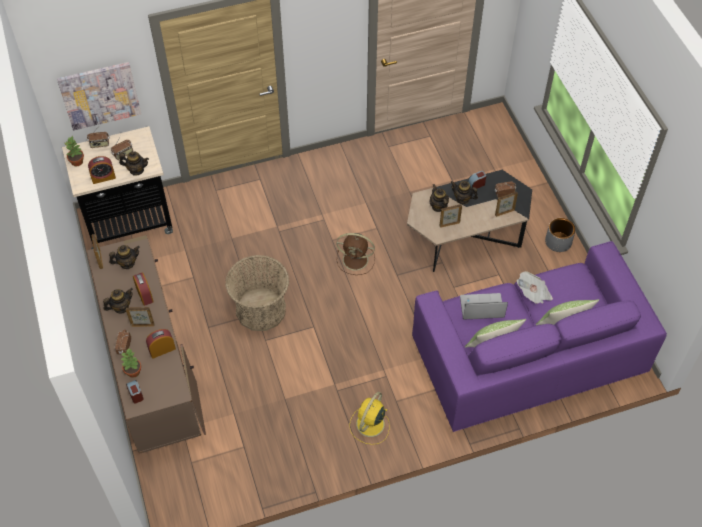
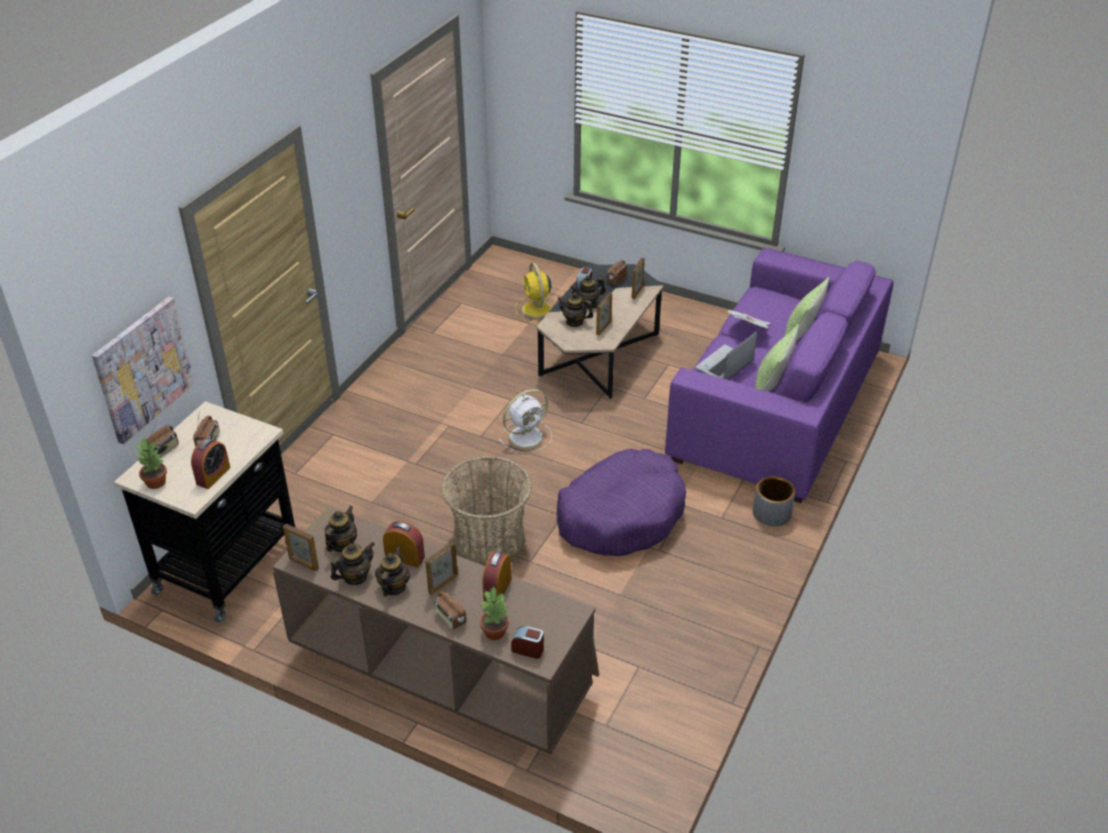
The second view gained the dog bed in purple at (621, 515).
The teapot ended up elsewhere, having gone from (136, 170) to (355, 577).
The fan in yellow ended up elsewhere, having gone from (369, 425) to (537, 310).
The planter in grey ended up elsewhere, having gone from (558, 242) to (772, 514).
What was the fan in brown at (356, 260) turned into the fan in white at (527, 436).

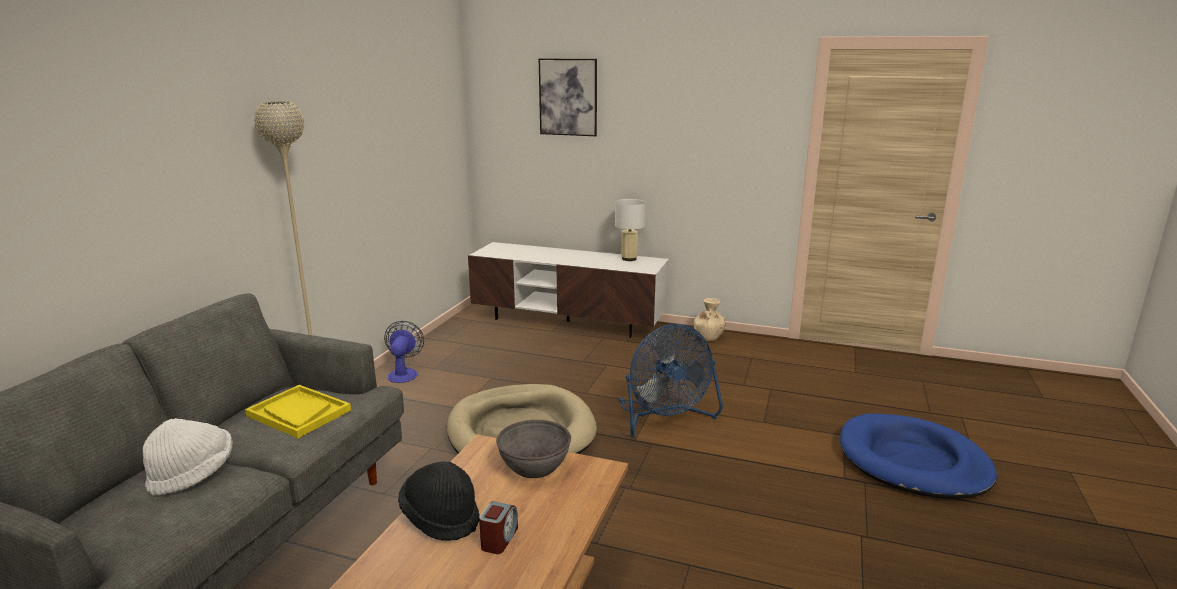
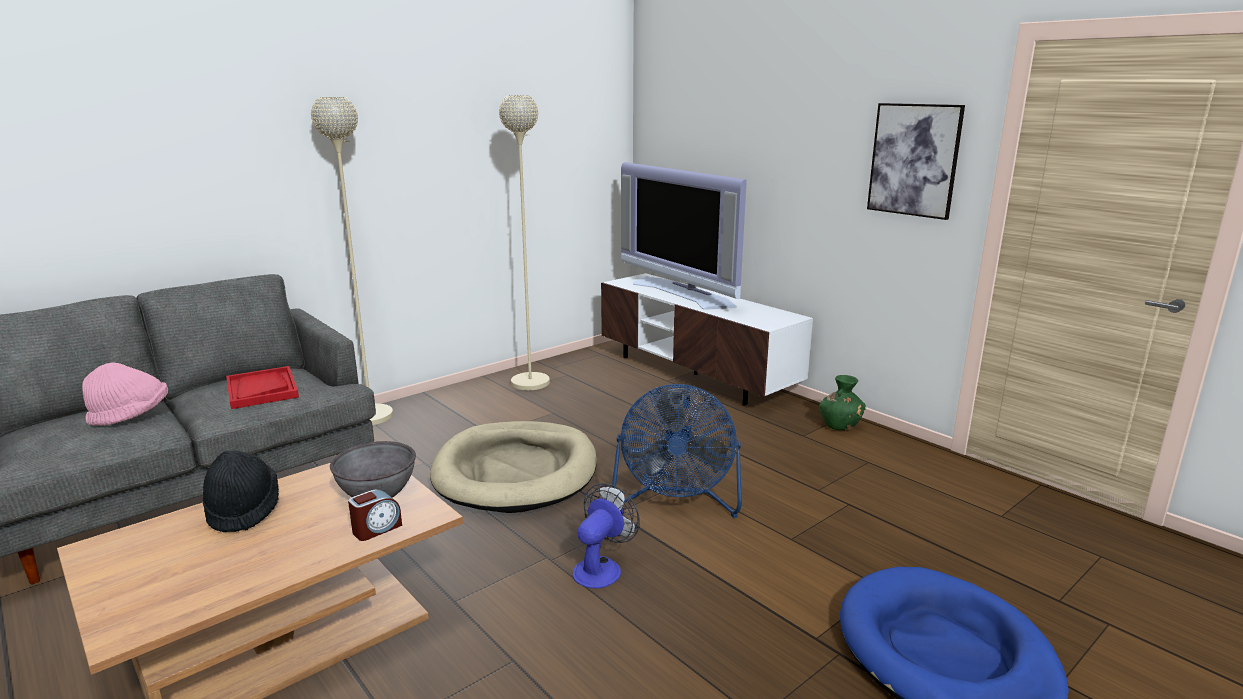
The second view lost the table lamp in white at (629, 259).
The second view gained the floor lamp in beige at (530, 383).
The second view gained the television at (683, 293).
The fan ended up elsewhere, having gone from (404, 373) to (601, 567).
The alarm clock ended up elsewhere, having gone from (499, 539) to (376, 529).
The picture ended up elsewhere, having gone from (568, 97) to (914, 160).
What was the hat in white at (193, 474) turned into the hat in pink at (131, 416).
What was the tray in yellow at (298, 413) turned into the tray in red at (262, 389).
What was the vase in beige at (708, 337) turned into the vase in green at (840, 425).

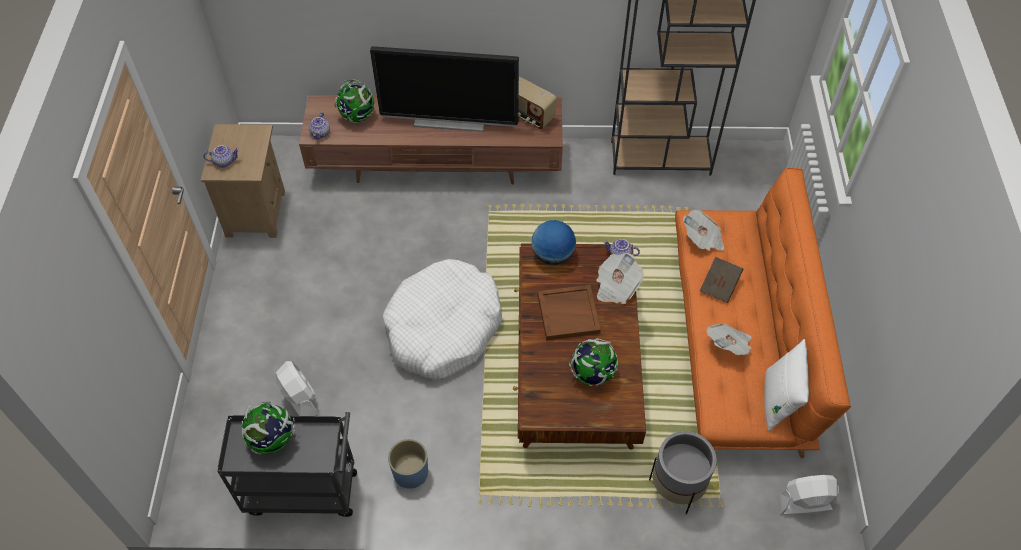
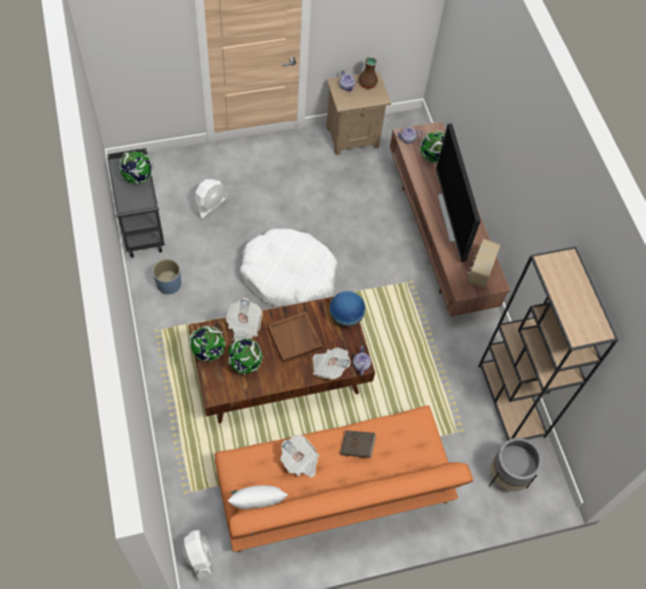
The second view gained the globe at (208, 352).
The second view gained the vase in brown at (367, 84).
The planter in grey ended up elsewhere, having gone from (676, 487) to (507, 476).
The newspaper ended up elsewhere, having gone from (702, 239) to (243, 325).

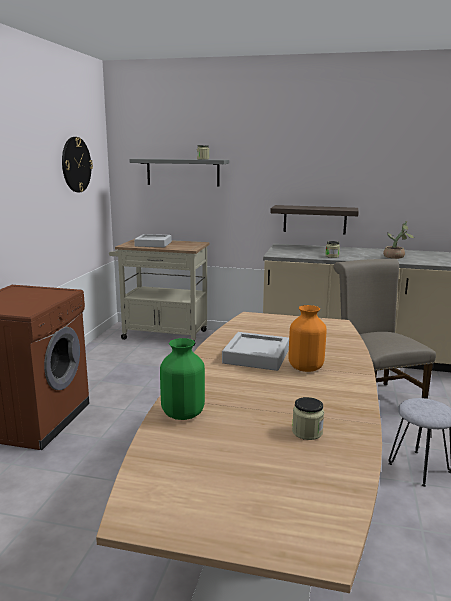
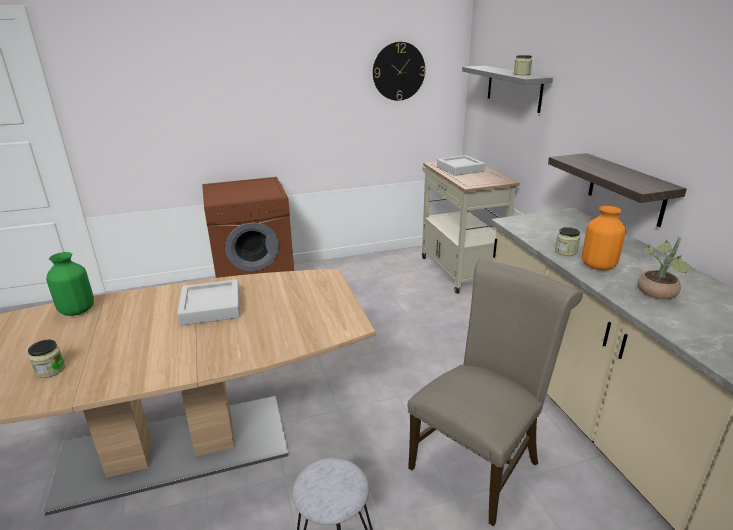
The vase in orange ended up elsewhere, having gone from (306, 368) to (598, 266).

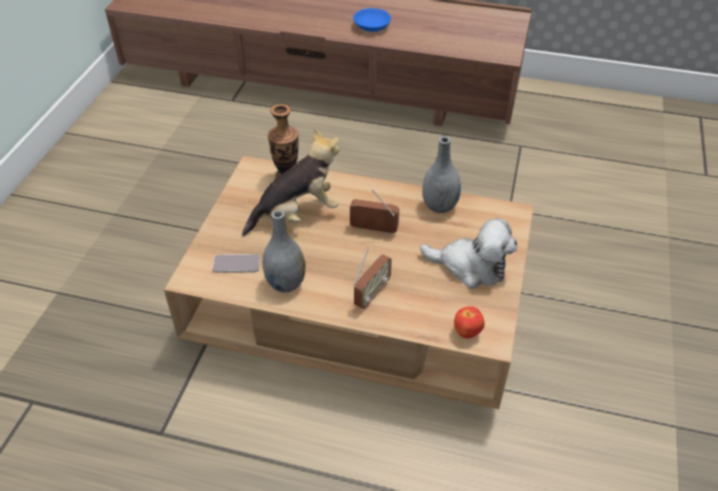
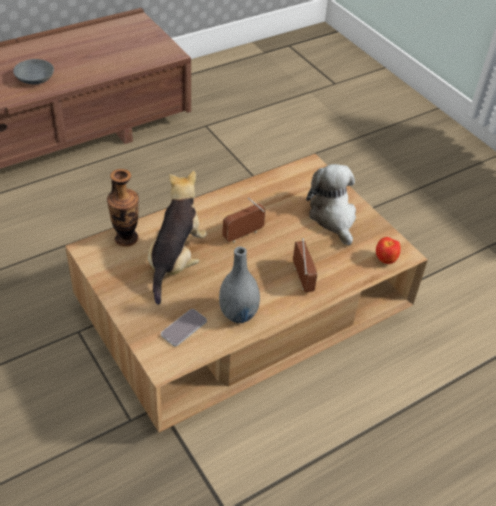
The second view lost the vase in grey at (439, 206).
What was the bowl in blue at (371, 27) turned into the bowl in grey at (34, 79).
The plush toy at (471, 266) ended up facing another way, 75 degrees counterclockwise from before.

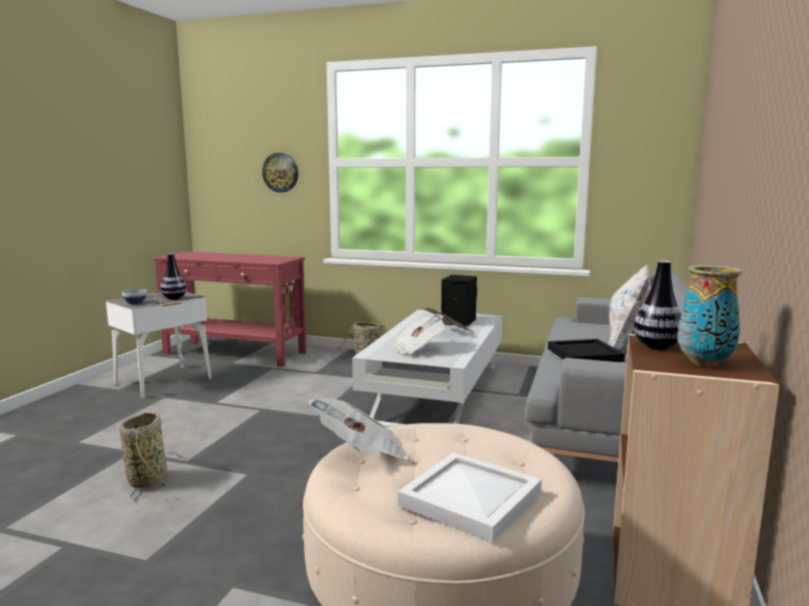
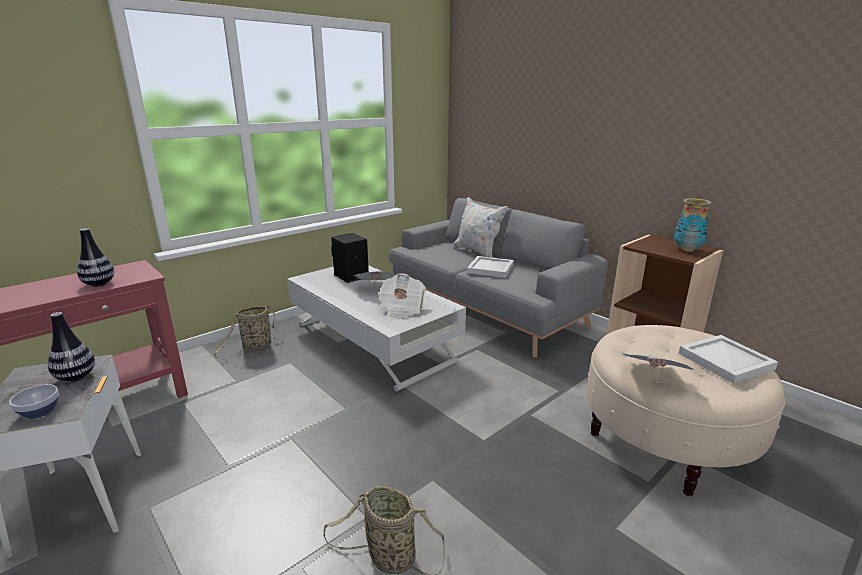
The second view lost the wall clock at (280, 172).
The vase ended up elsewhere, having gone from (656, 346) to (99, 284).
What was the tray in black at (585, 354) turned into the tray in white at (490, 268).

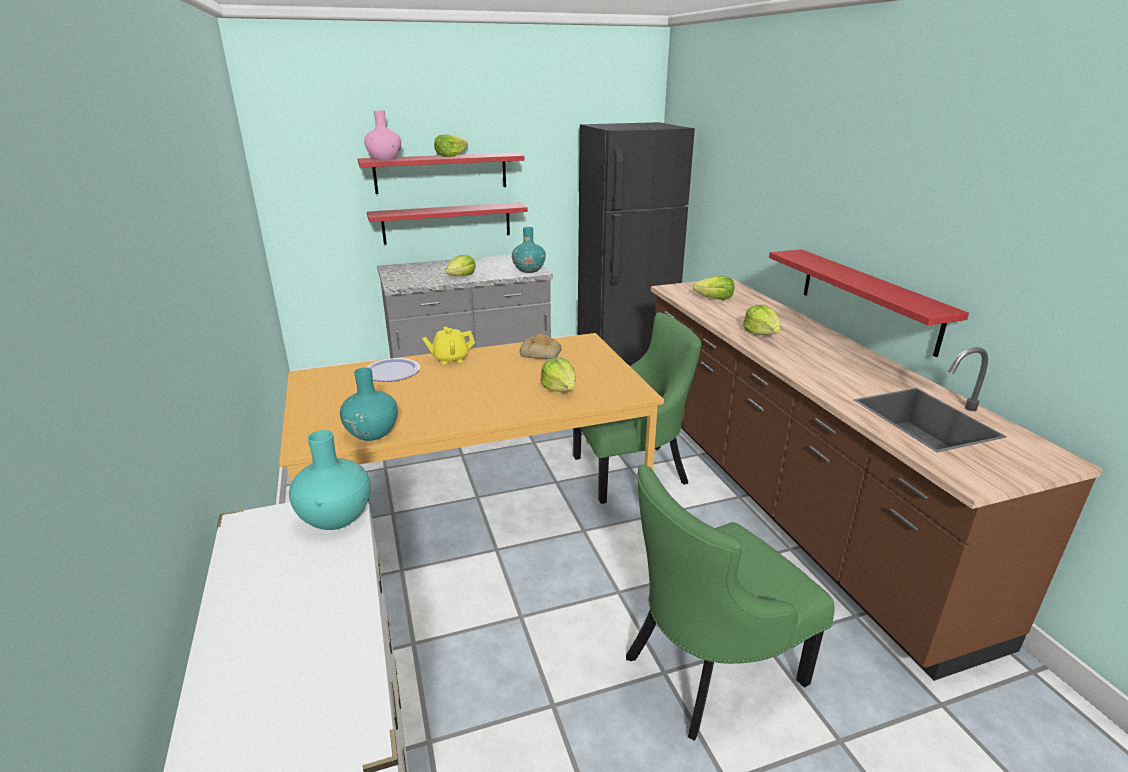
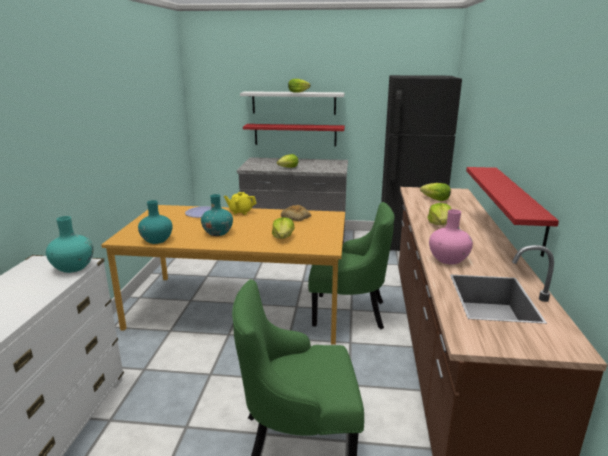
The vase in pink ended up elsewhere, having gone from (384, 159) to (448, 259).
The vase in turquoise ended up elsewhere, having gone from (529, 270) to (218, 233).
What was the shelf in red at (441, 173) turned into the shelf in white at (293, 103).

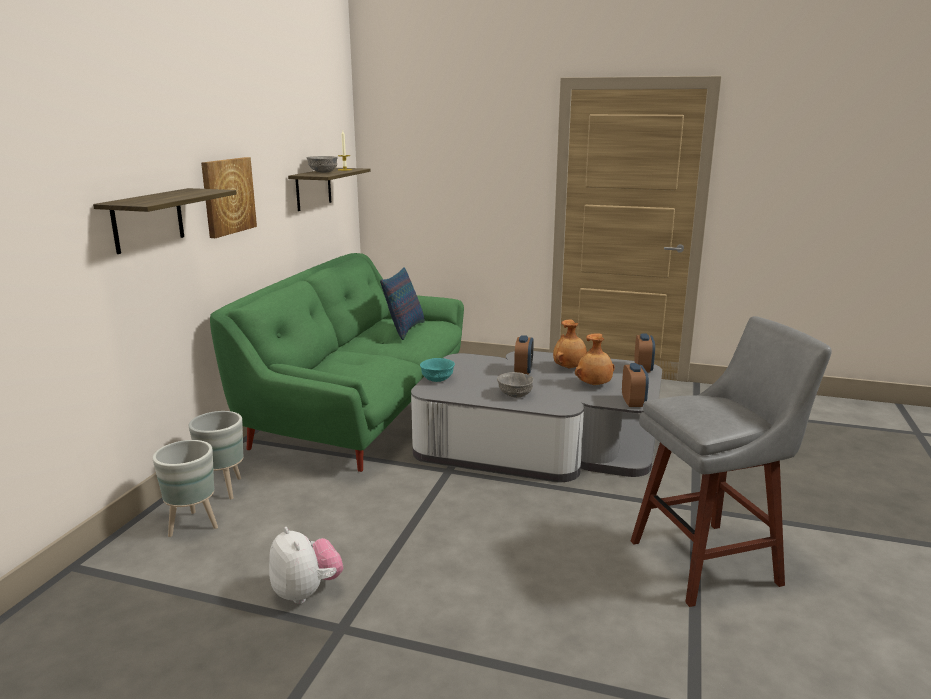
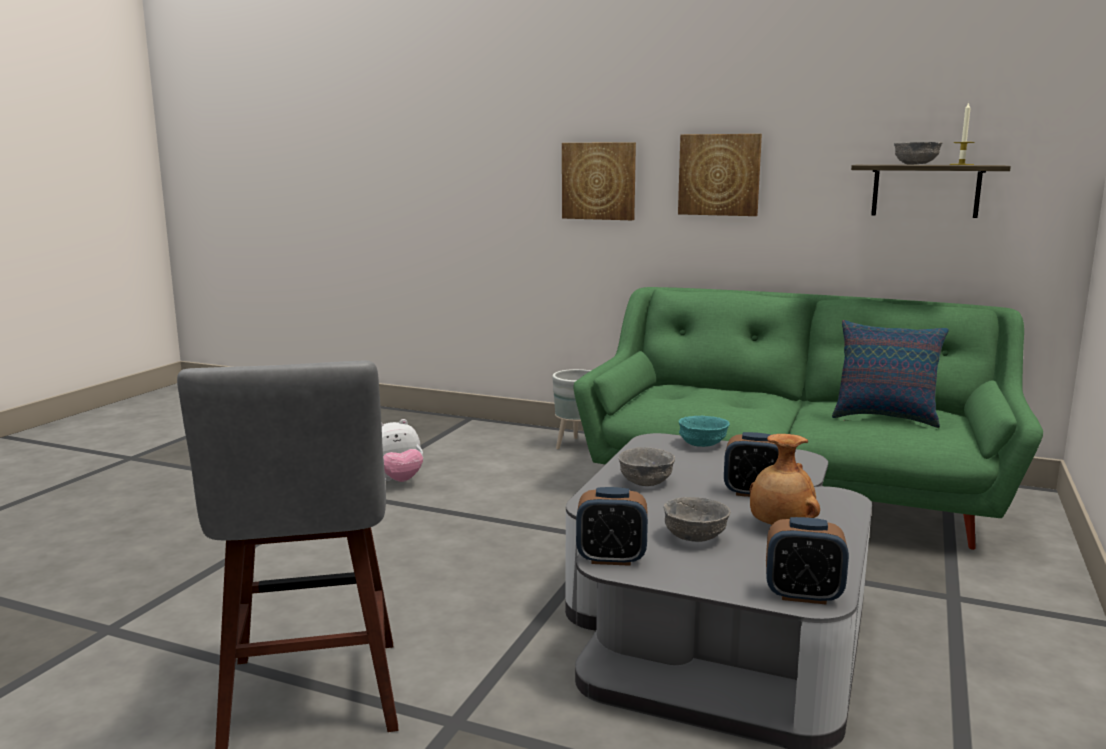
The second view lost the planter in grey at (192, 525).
Where the shelf hung at (148, 220), the picture came to hang at (599, 181).
Where the vase in brown stood at (594, 385), the bowl in grey came to stand at (694, 538).

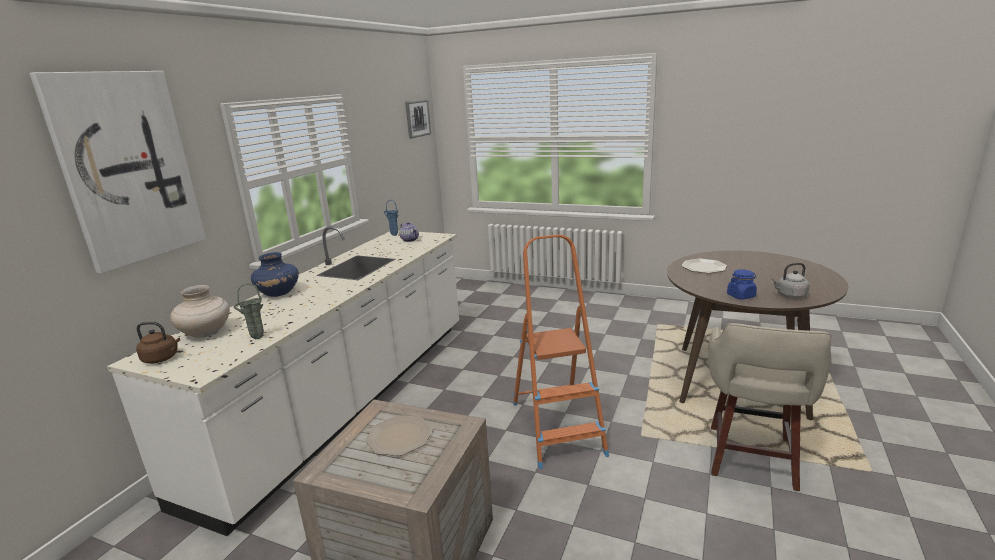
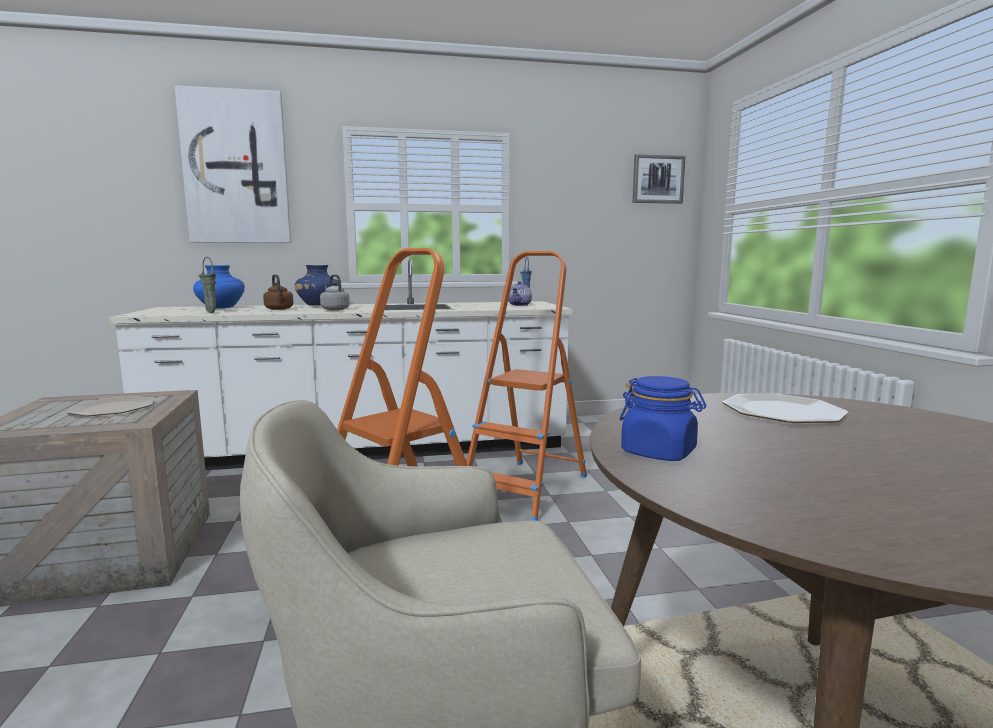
The second view gained the step ladder in orange at (525, 490).
The kettle in brown ended up elsewhere, having gone from (162, 358) to (279, 309).
The kettle in grey ended up elsewhere, having gone from (790, 295) to (334, 309).
What was the vase in beige at (206, 333) turned into the vase in blue at (220, 308).

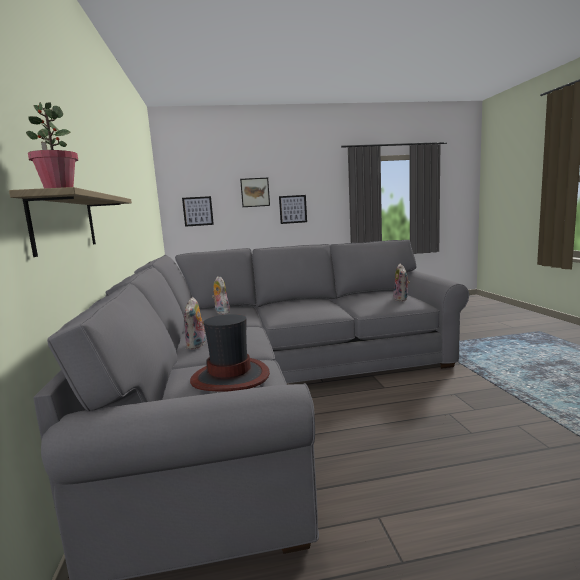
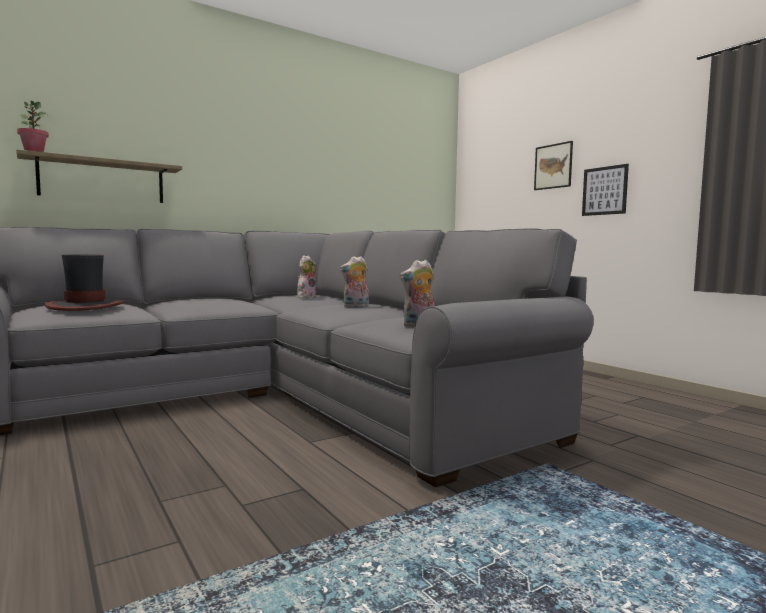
The second view lost the picture at (198, 211).
The plush toy ended up elsewhere, having gone from (197, 346) to (355, 306).

